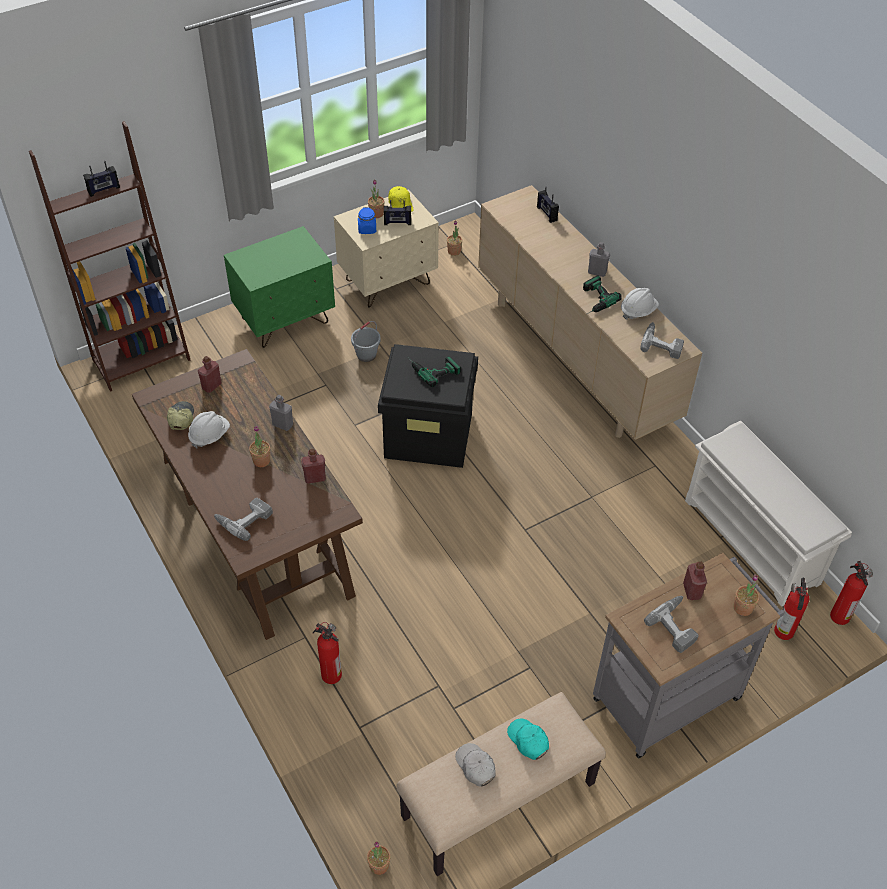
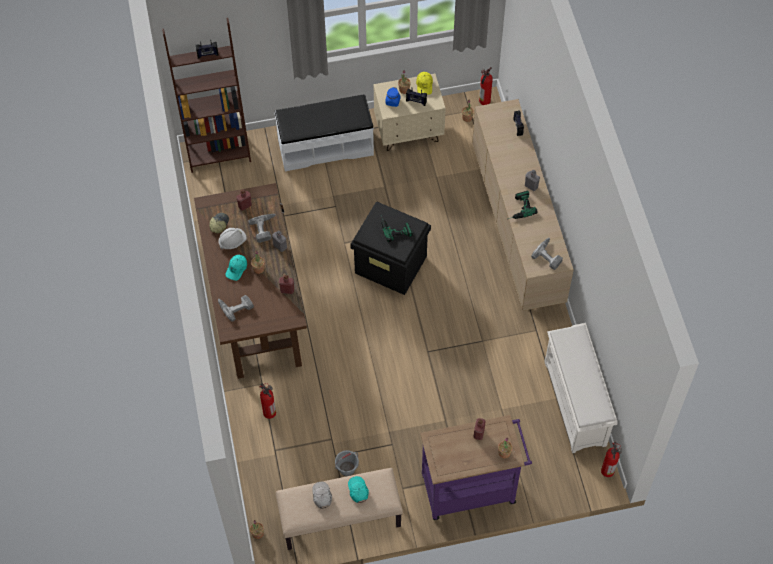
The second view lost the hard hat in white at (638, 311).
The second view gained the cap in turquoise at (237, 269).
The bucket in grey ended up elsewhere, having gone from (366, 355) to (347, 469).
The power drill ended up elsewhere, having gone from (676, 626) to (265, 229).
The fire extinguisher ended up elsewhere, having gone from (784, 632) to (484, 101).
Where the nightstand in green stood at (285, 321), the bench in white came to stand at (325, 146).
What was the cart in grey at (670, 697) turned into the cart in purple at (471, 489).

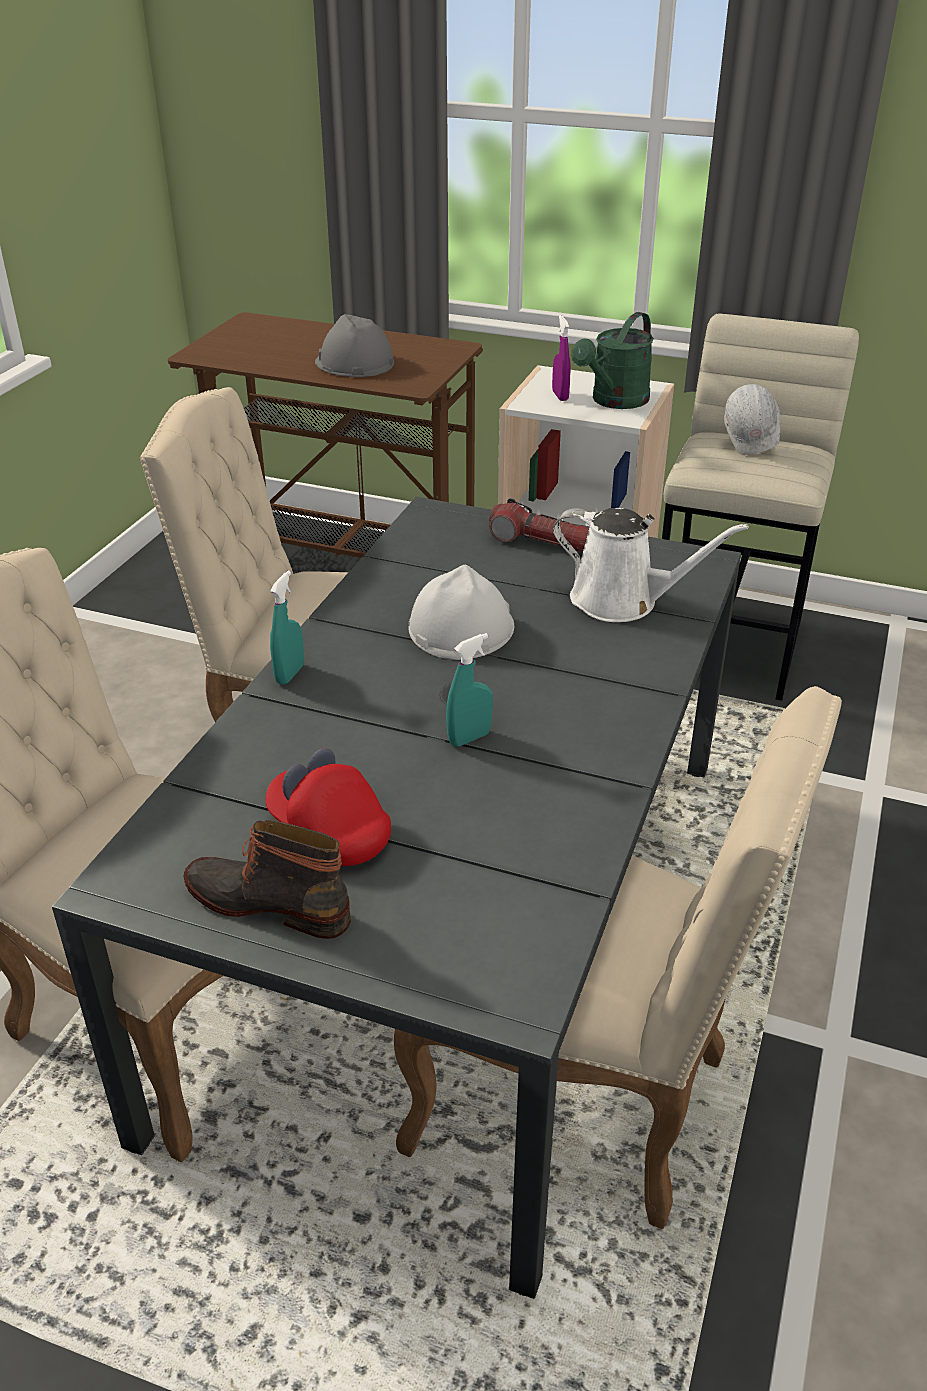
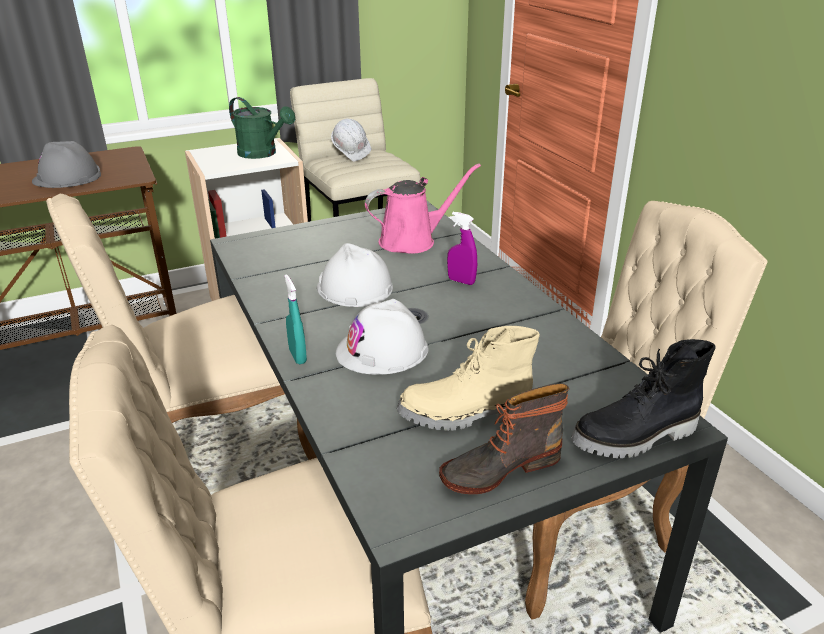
The second view lost the spray bottle in turquoise at (469, 738).
The second view lost the flashlight at (541, 542).
The second view gained the hard hat in white at (382, 350).
The second view gained the boot in black at (636, 438).
The spray bottle in purple ended up elsewhere, having gone from (560, 396) to (461, 281).
Where the cap in red stood at (329, 831), the boot in beige came to stand at (465, 415).
What was the watering can in white at (622, 601) turned into the watering can in pink at (412, 241).
The watering can in green at (614, 402) ended up facing another way, 45 degrees counterclockwise from before.

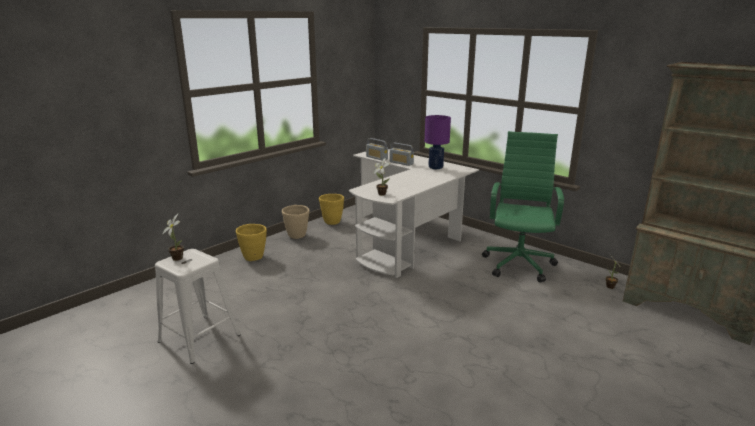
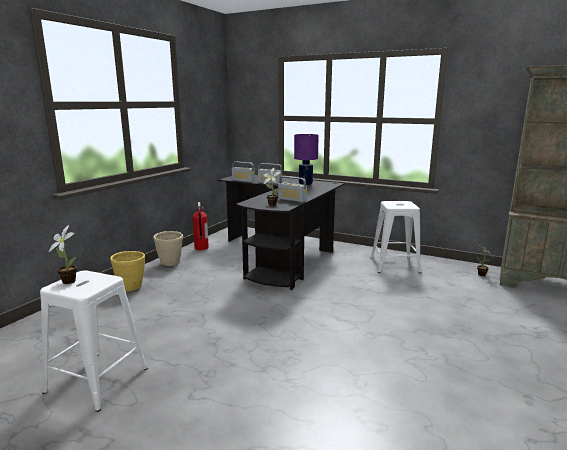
The second view gained the radio at (292, 199).
Where the planter in yellow stood at (332, 222), the fire extinguisher came to stand at (201, 248).
Where the office chair in green stood at (518, 263), the stool in white came to stand at (394, 265).
What was the desk in white at (407, 238) turned into the desk in black at (282, 254).

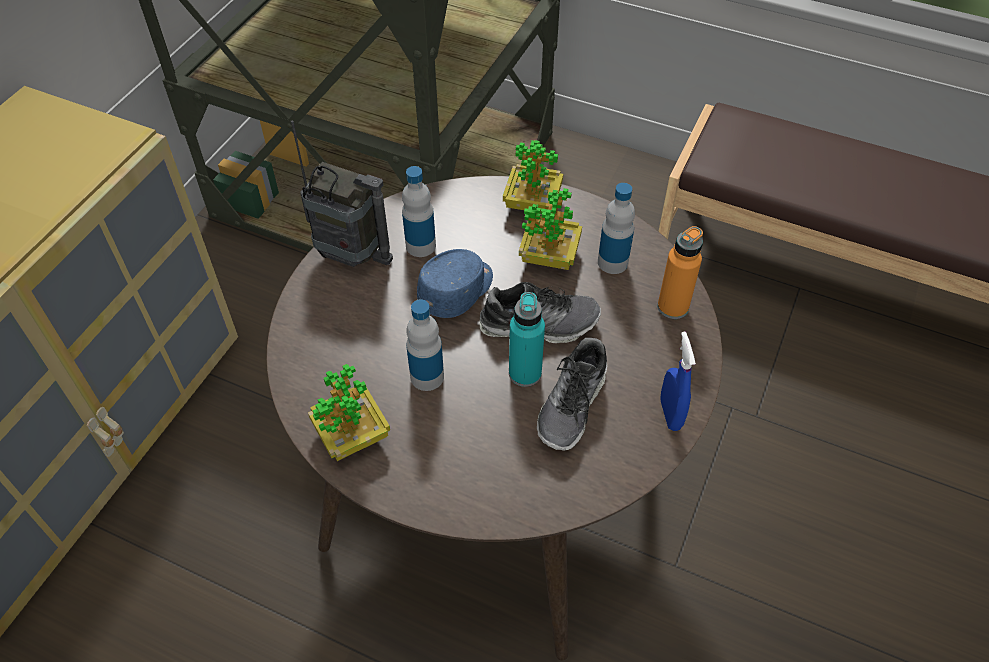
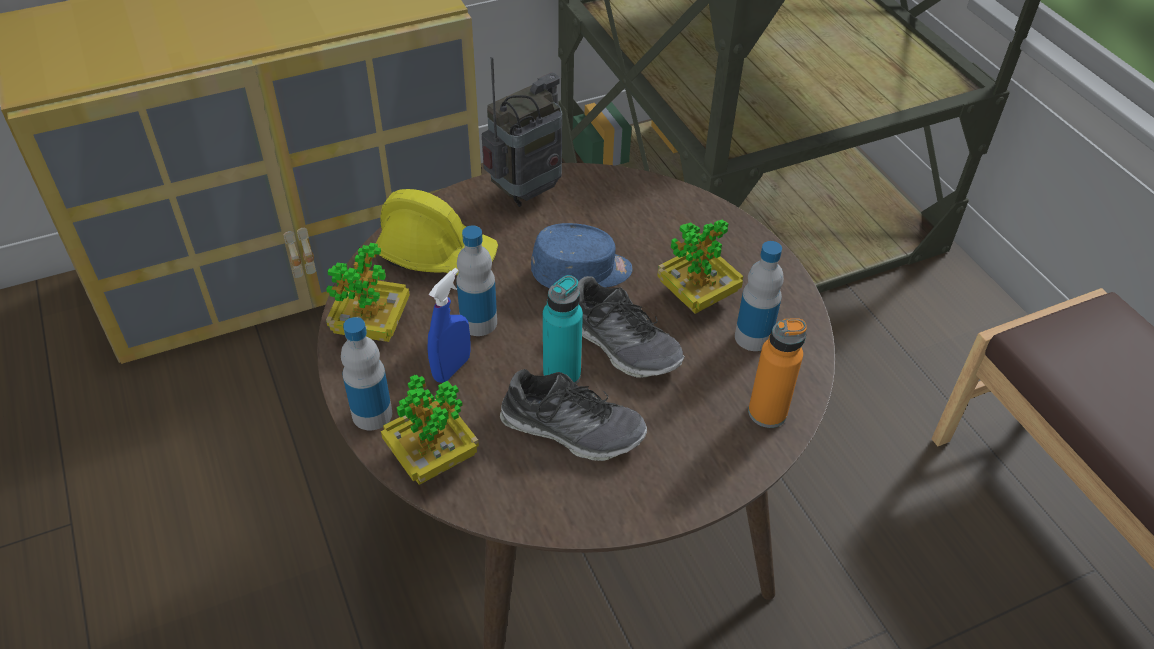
The second view gained the hard hat in yellow at (437, 254).
The bottle ended up elsewhere, having gone from (420, 246) to (372, 414).
The potted plant ended up elsewhere, having gone from (532, 203) to (432, 457).
The spray bottle in blue ended up elsewhere, having gone from (670, 414) to (452, 368).
The radio at (350, 255) ended up facing another way, 105 degrees counterclockwise from before.
The shoe at (572, 405) ended up facing another way, 135 degrees counterclockwise from before.

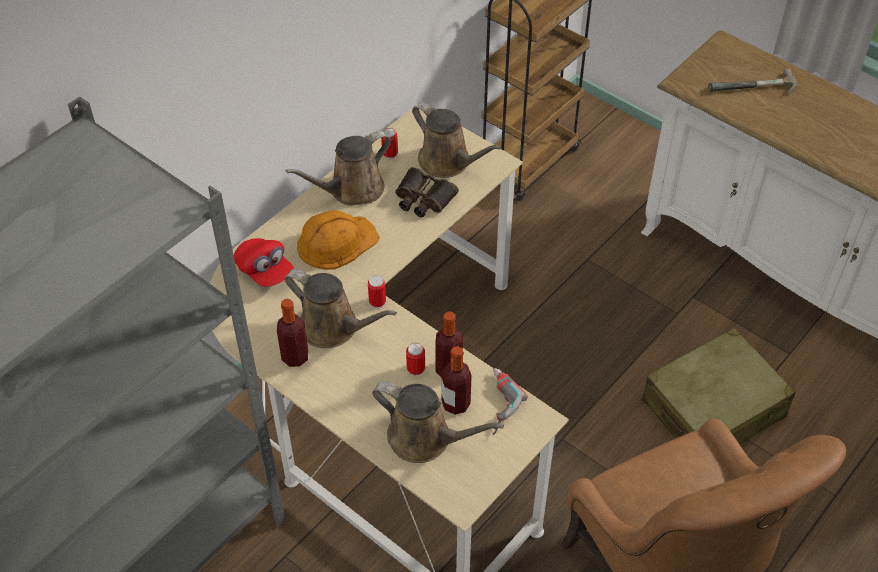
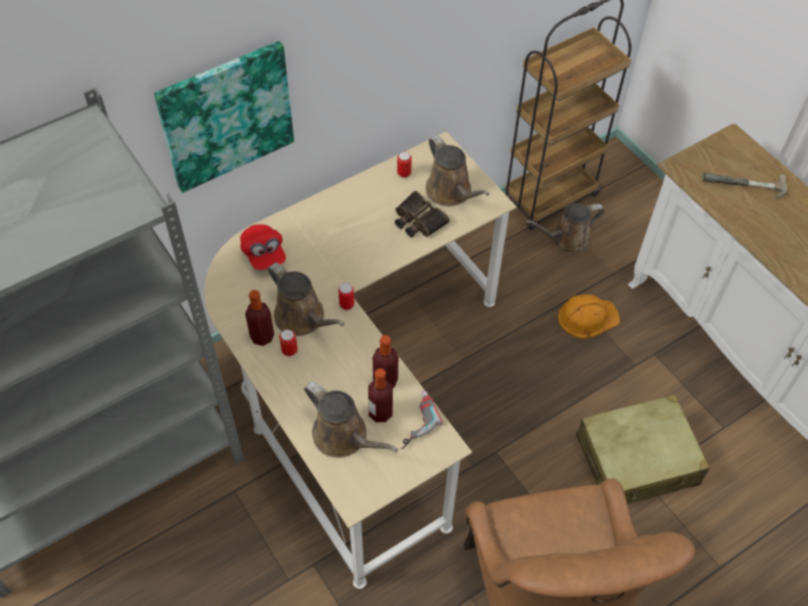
The second view gained the picture at (226, 116).
The watering can in brown ended up elsewhere, having gone from (352, 190) to (567, 240).
The hard hat in orange ended up elsewhere, having gone from (336, 242) to (587, 317).
The can ended up elsewhere, having gone from (416, 369) to (289, 351).

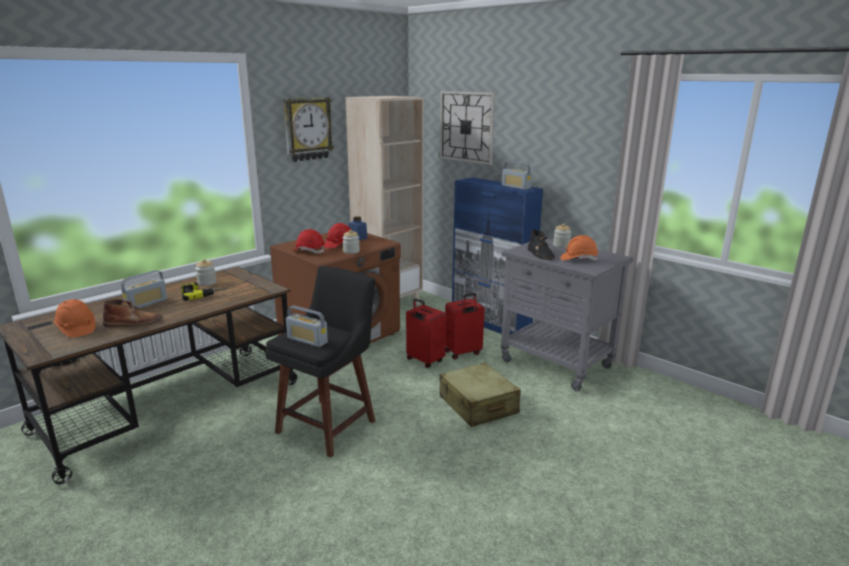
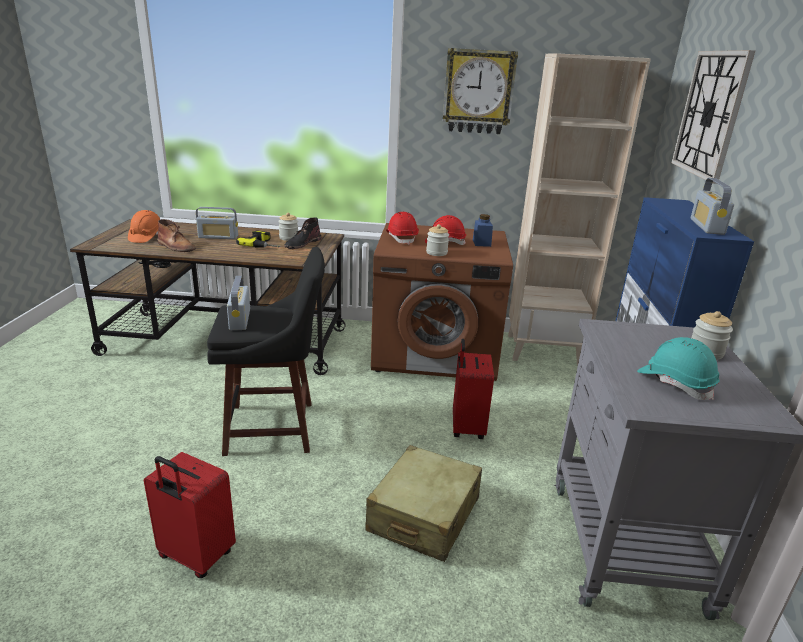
The suitcase in red ended up elsewhere, having gone from (463, 353) to (195, 556).
The boot in black ended up elsewhere, having gone from (540, 254) to (302, 243).
What was the hard hat in orange at (578, 259) turned into the hard hat in turquoise at (675, 383).

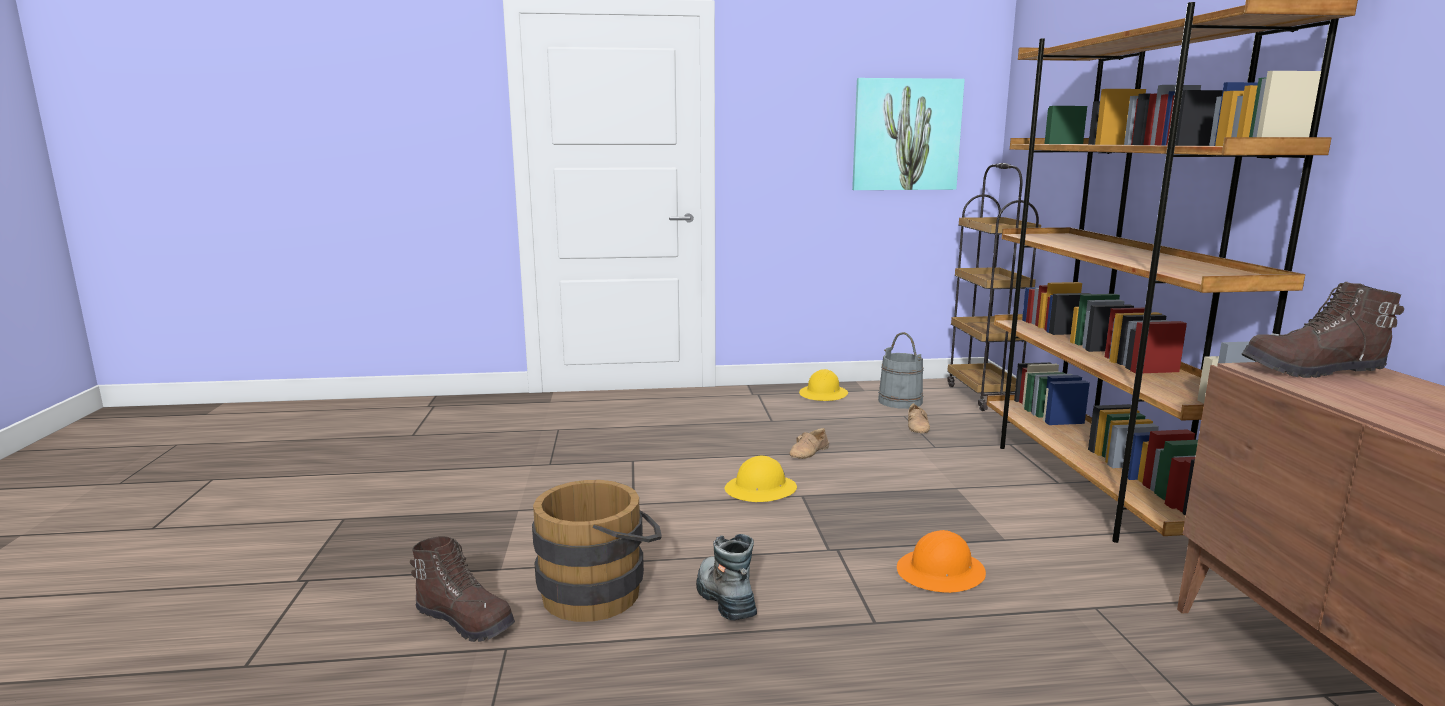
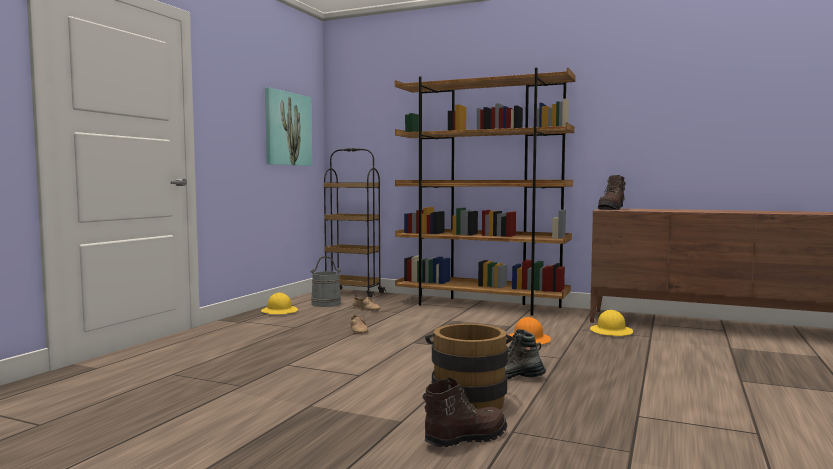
The hard hat in yellow ended up elsewhere, having gone from (761, 490) to (611, 331).

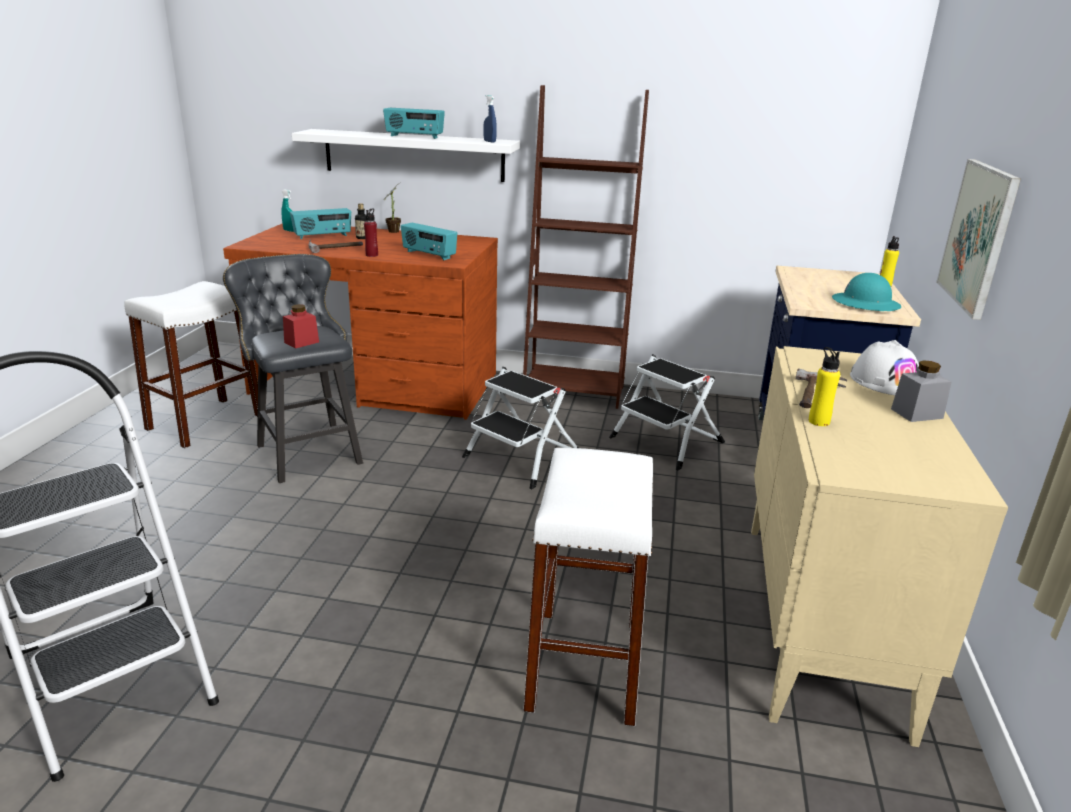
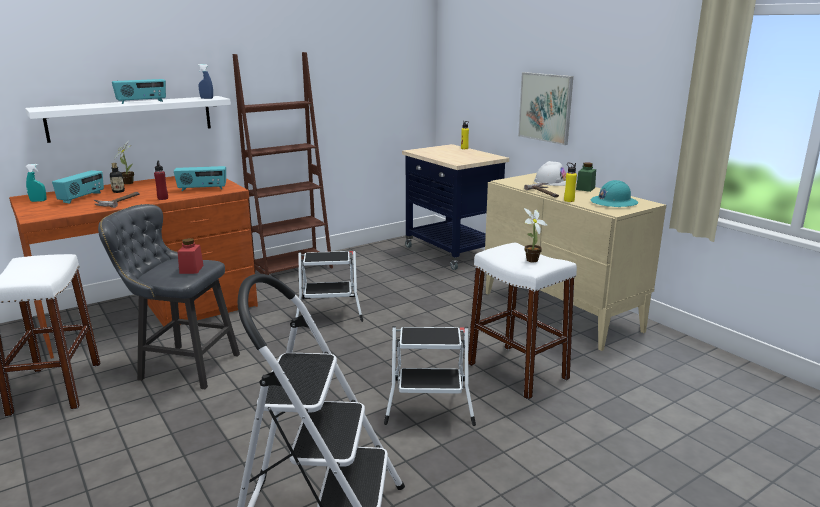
The second view gained the potted plant at (530, 260).
The step ladder ended up elsewhere, having gone from (667, 441) to (429, 402).
The hard hat in turquoise ended up elsewhere, having gone from (865, 304) to (613, 203).
What was the jar in grey at (916, 413) turned into the jar in green at (585, 188).

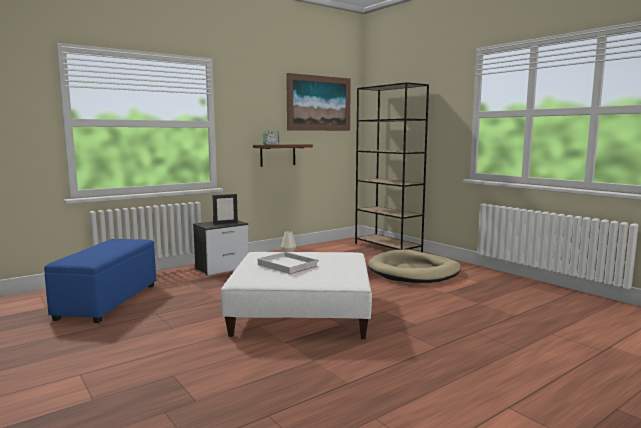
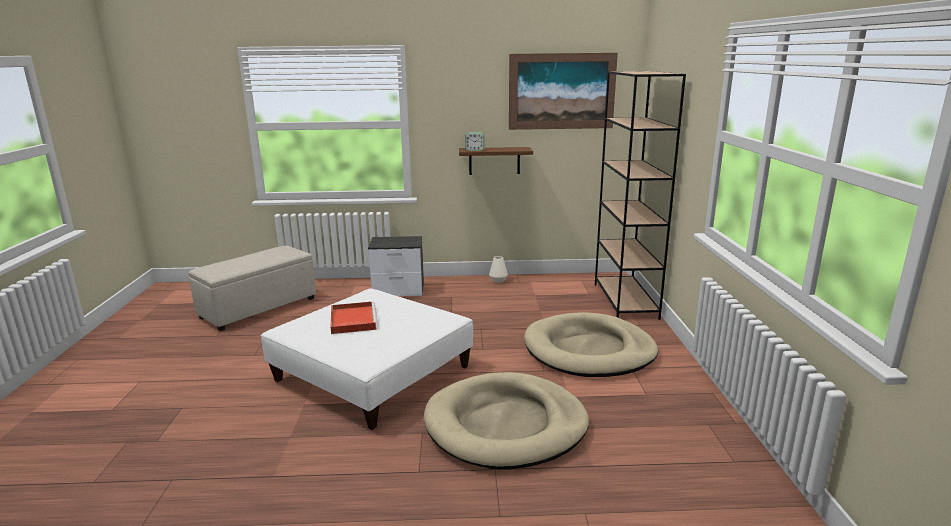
The second view lost the picture frame at (225, 223).
The second view gained the dog bed in beige at (506, 425).
What was the ottoman in blue at (108, 301) turned into the ottoman in beige at (259, 308).
What was the tray in white at (286, 265) turned into the tray in red at (353, 319).

